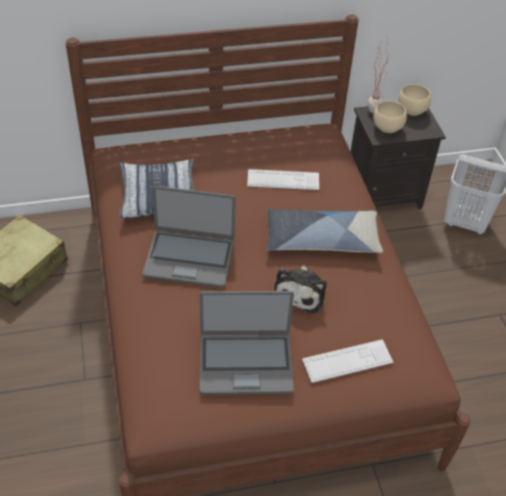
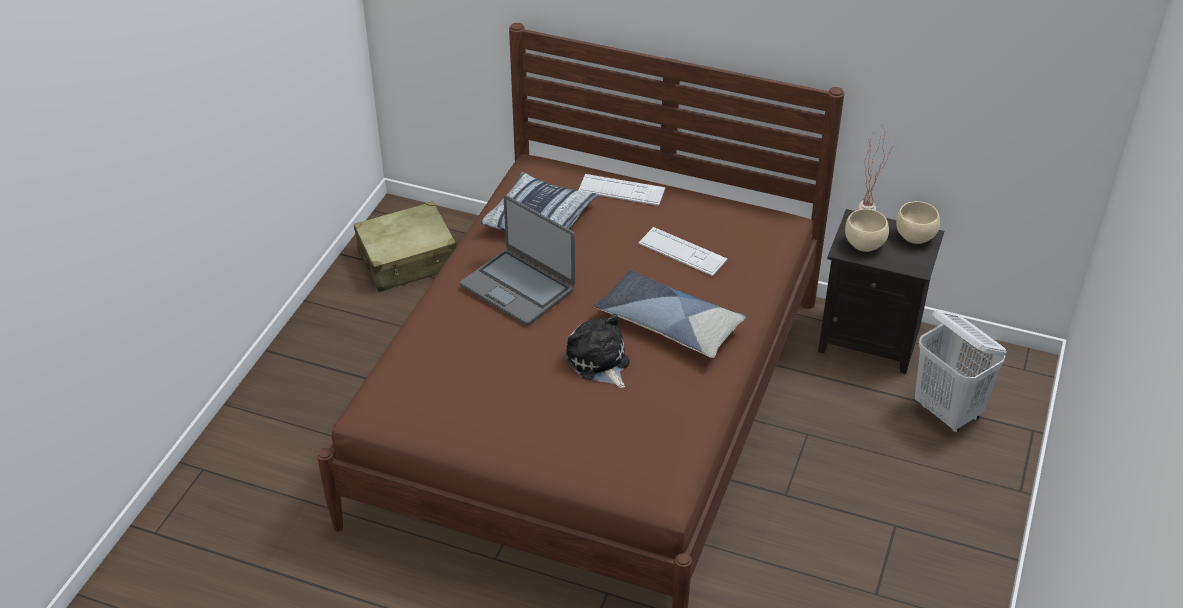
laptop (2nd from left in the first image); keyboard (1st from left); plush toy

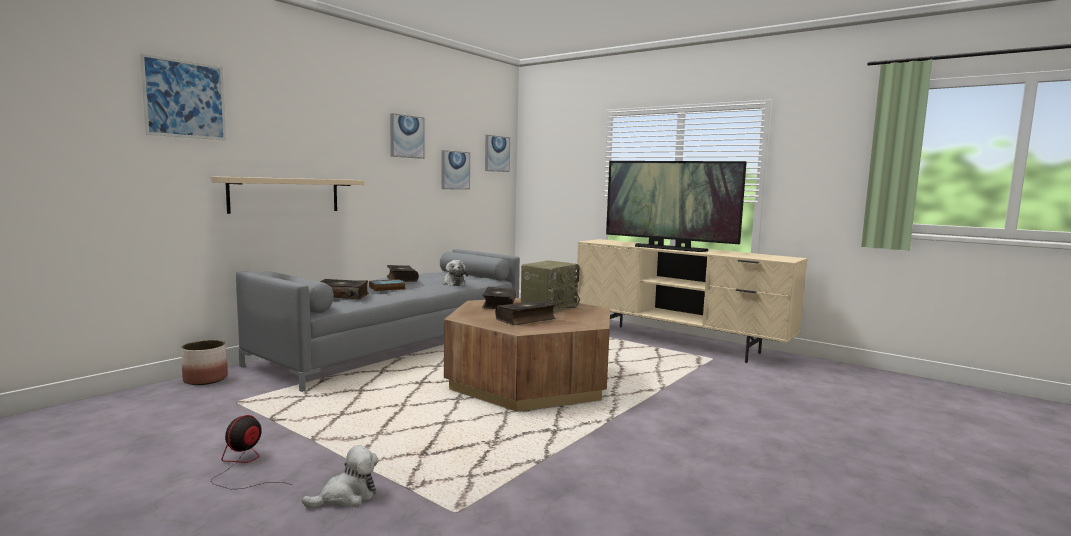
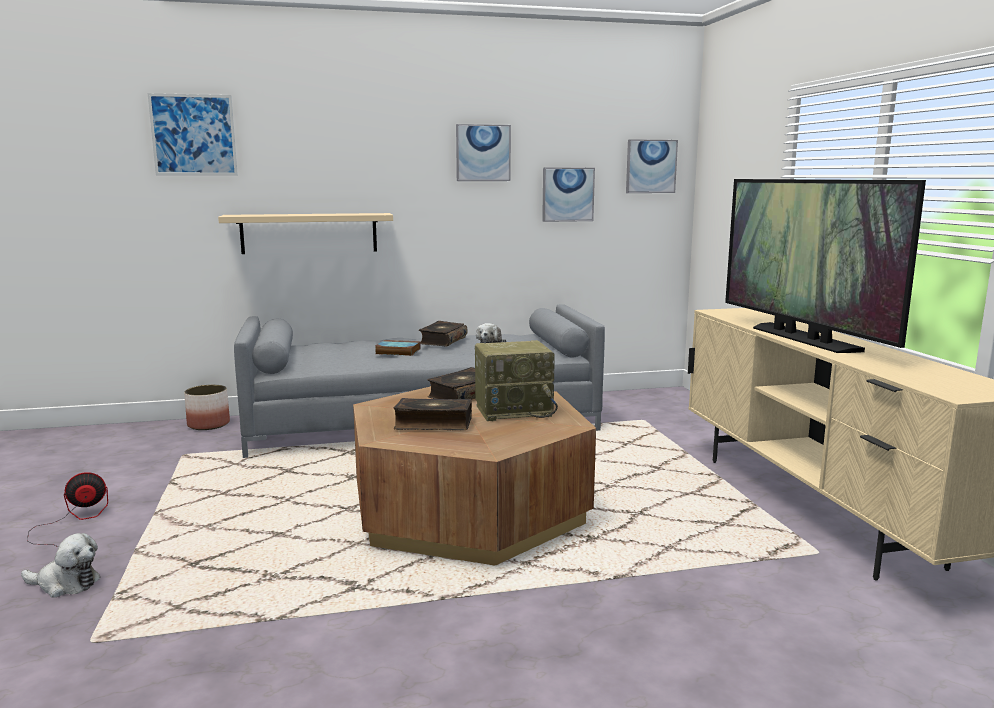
book (1st from left in the first image)

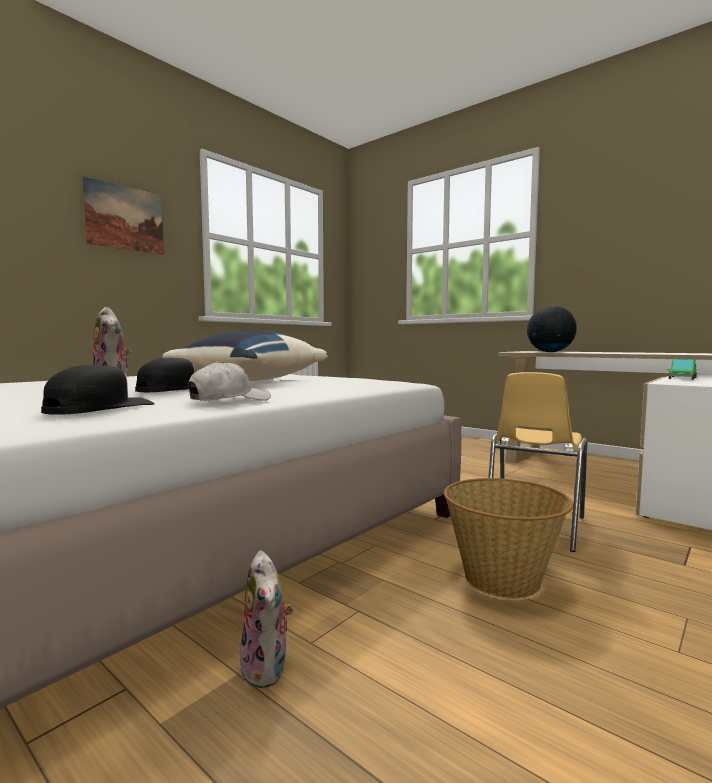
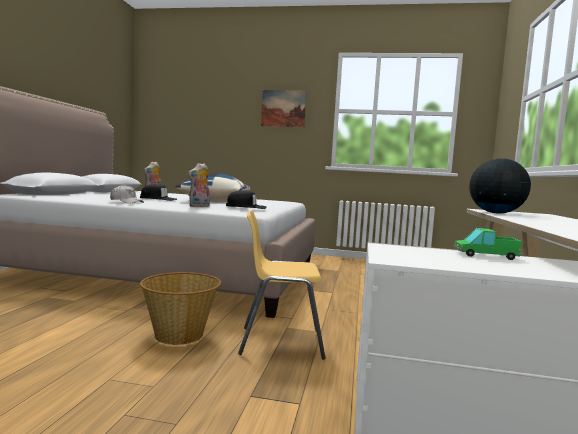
black cap (2nd from left); plush toy (2nd from left)

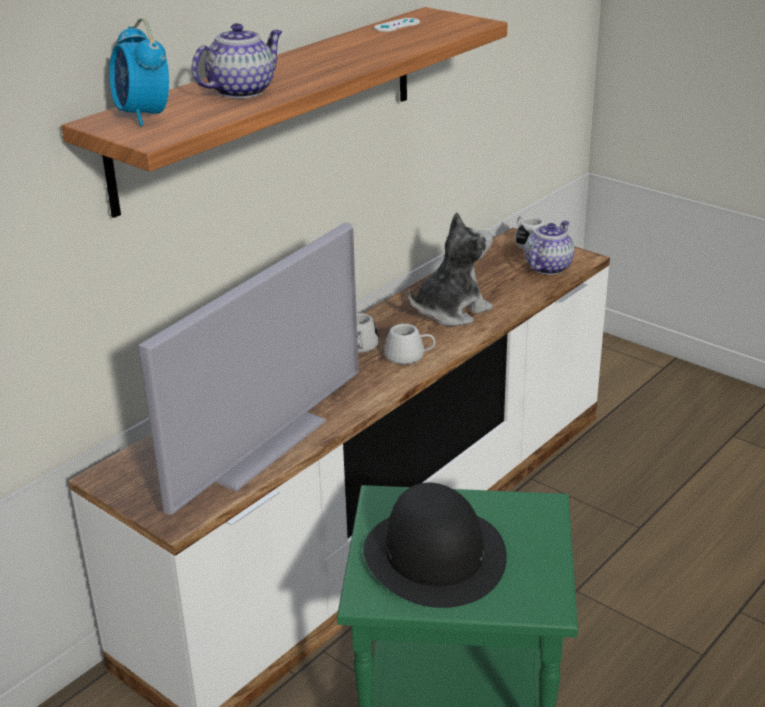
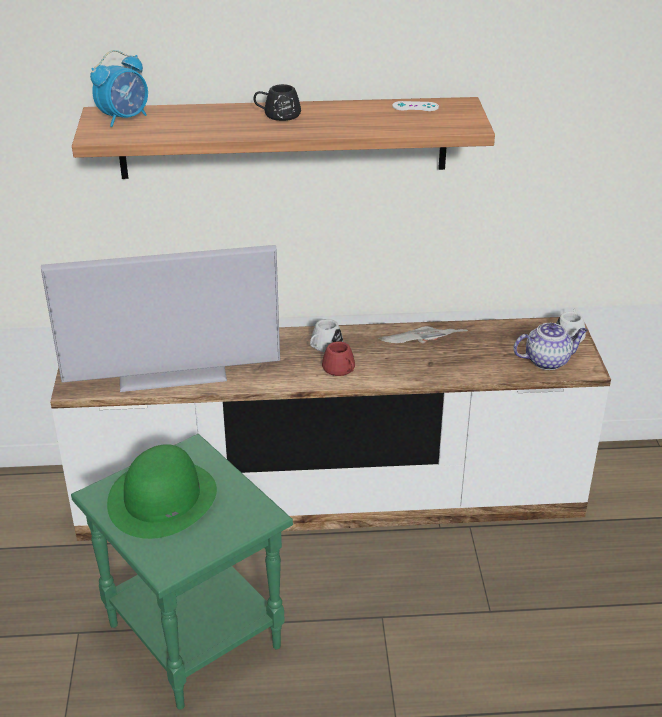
teapot (1st from left in the first image); black mug; newspaper; green hat; red mug; alarm clock

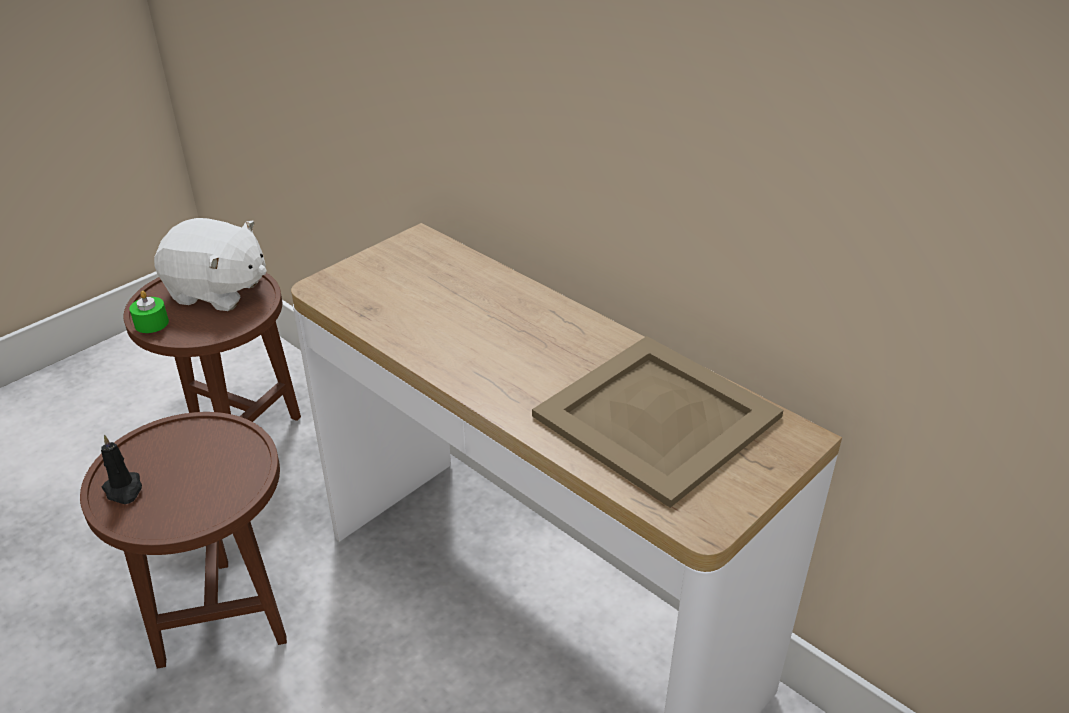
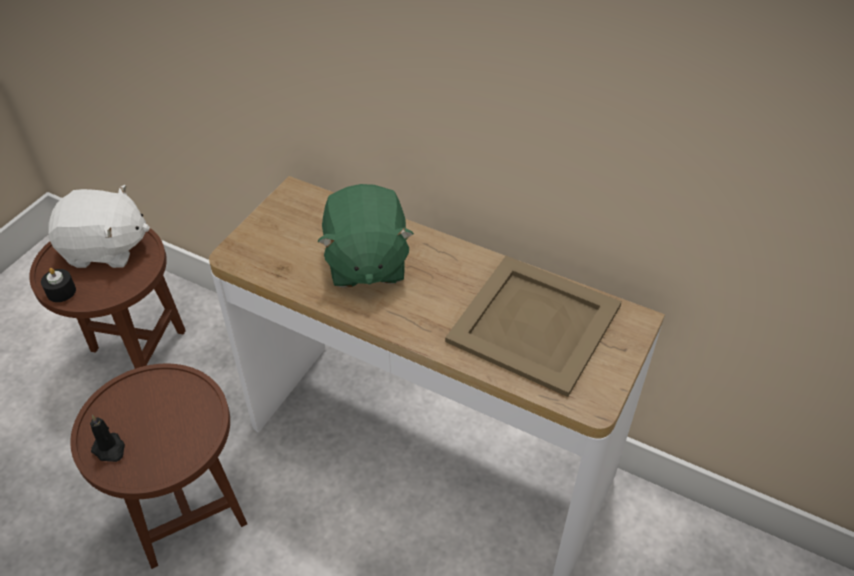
green plush toy; black candle (1st from left)

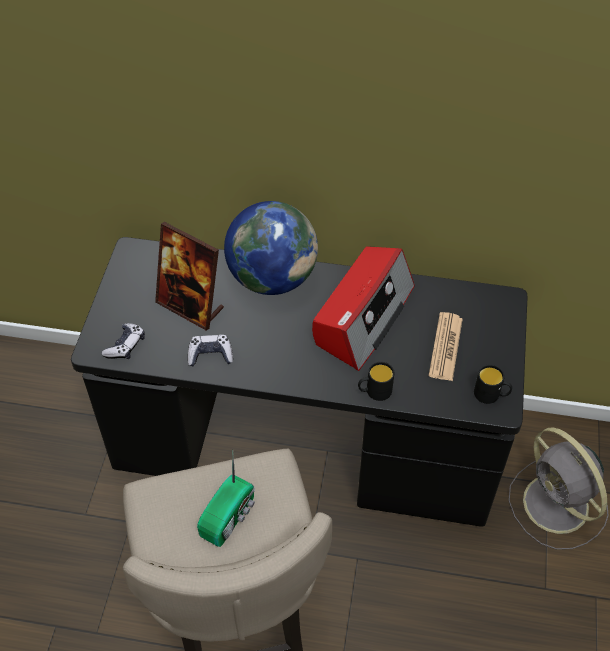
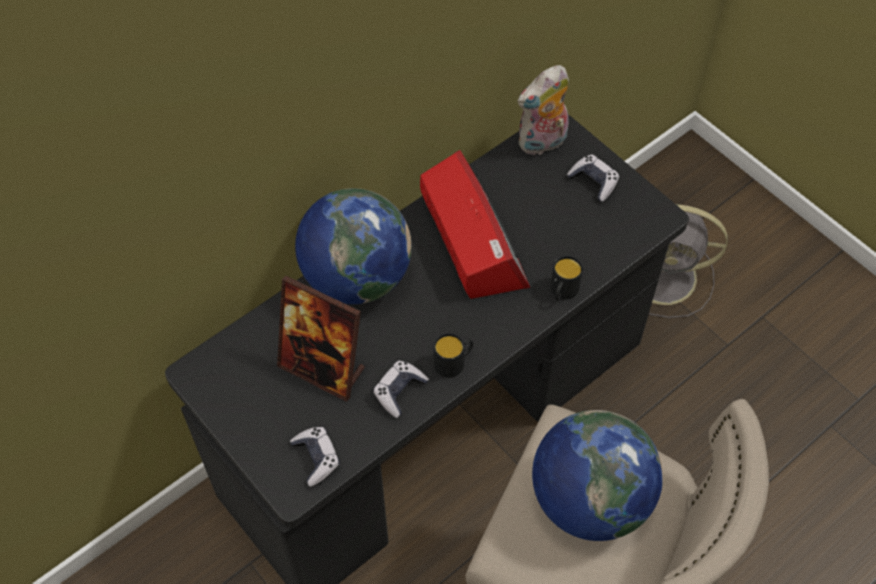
newspaper; plush toy; game controller (3rd from left); black mug (1st from left); globe (2nd from left); picture frame

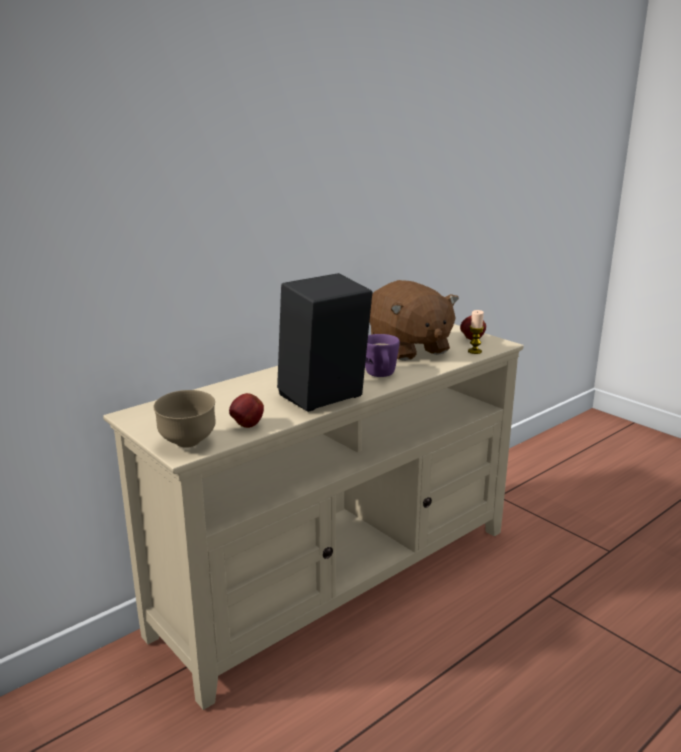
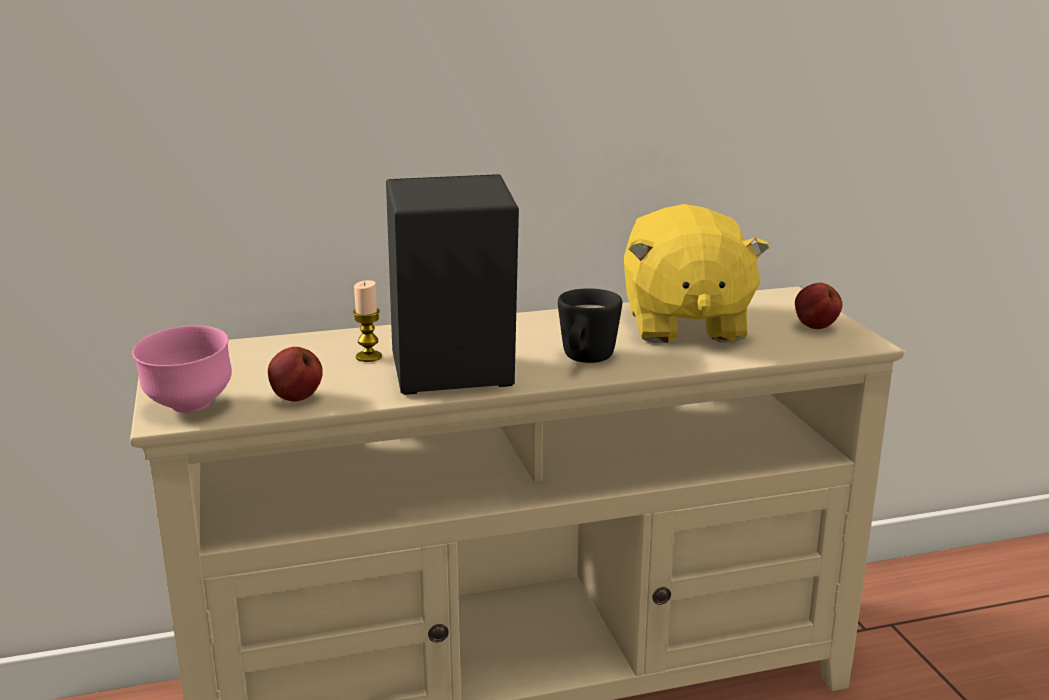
candle; pink bowl; black mug; yellow plush toy

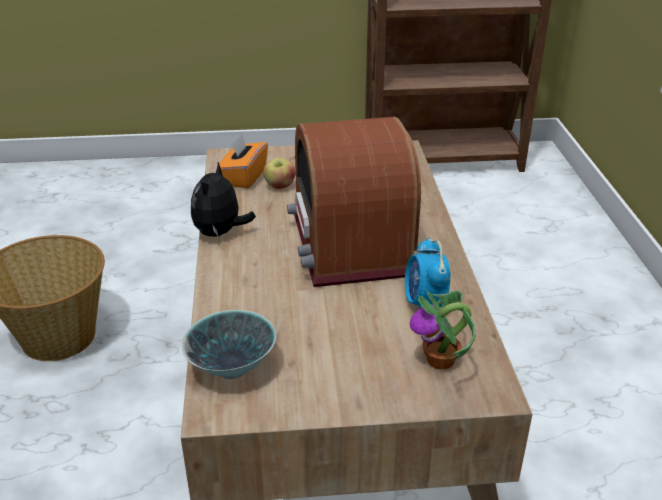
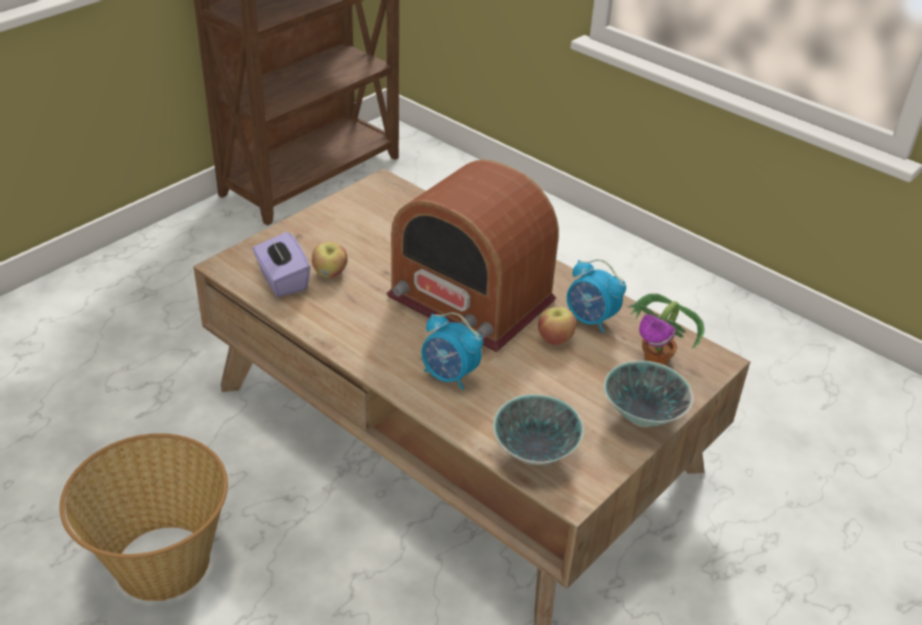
plush toy; alarm clock (1st from left); apple (2nd from left); bowl (2nd from left); purple tissue box

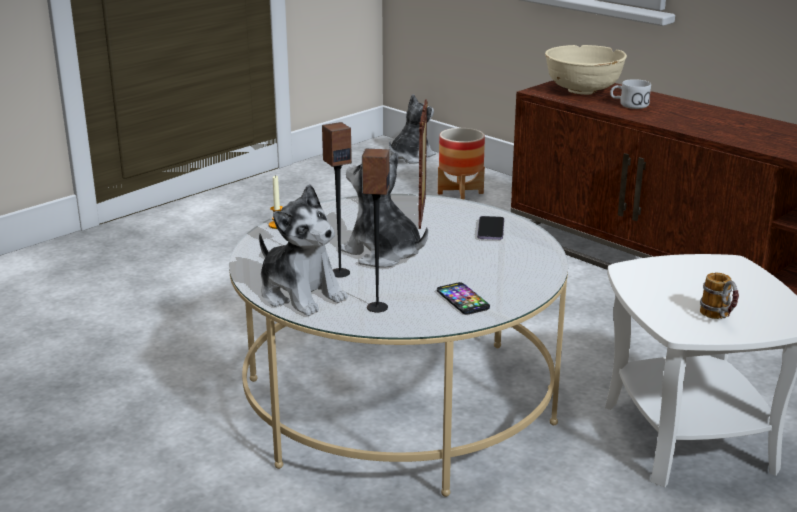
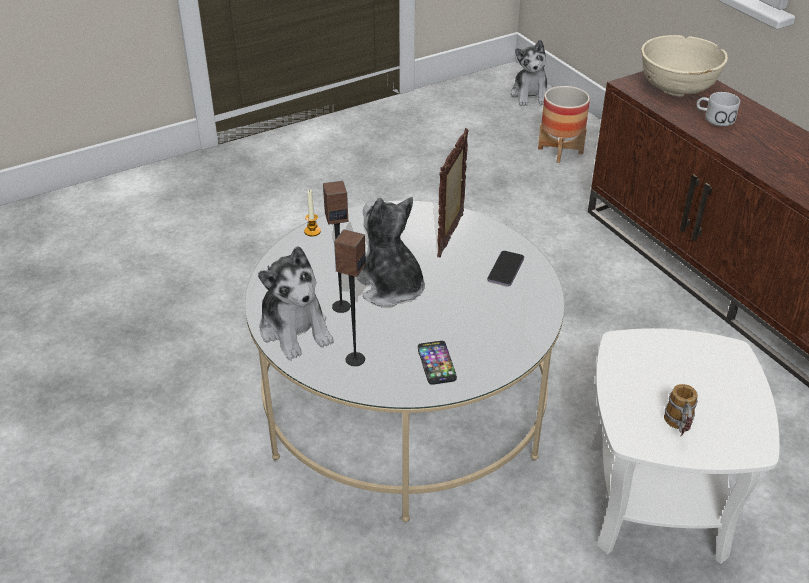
plush toy (3rd from left)

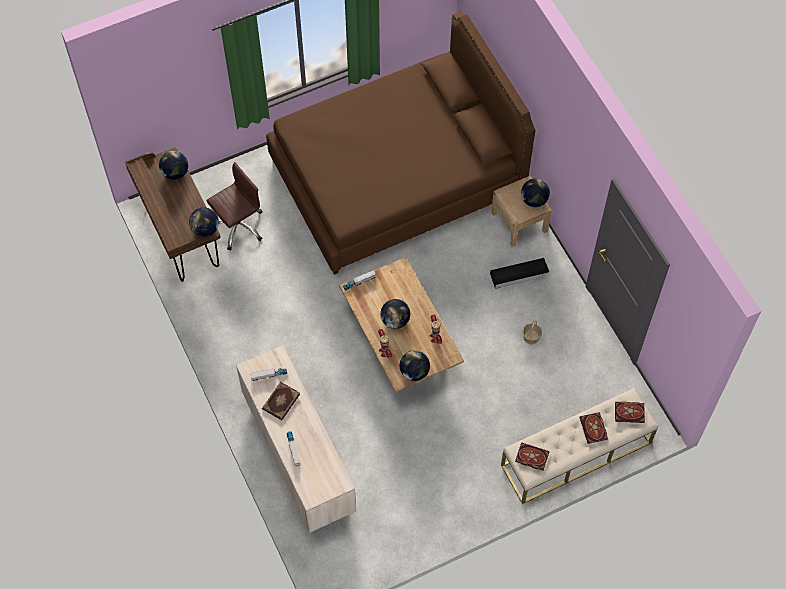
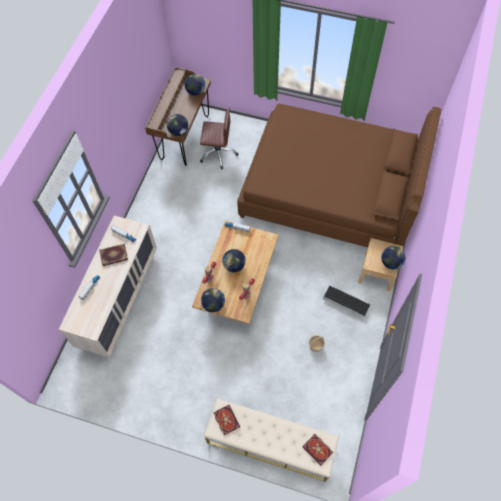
book (3rd from left in the first image)

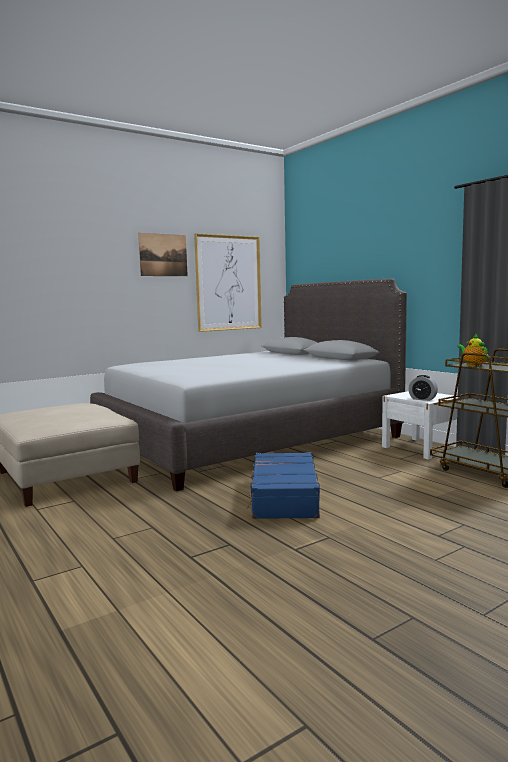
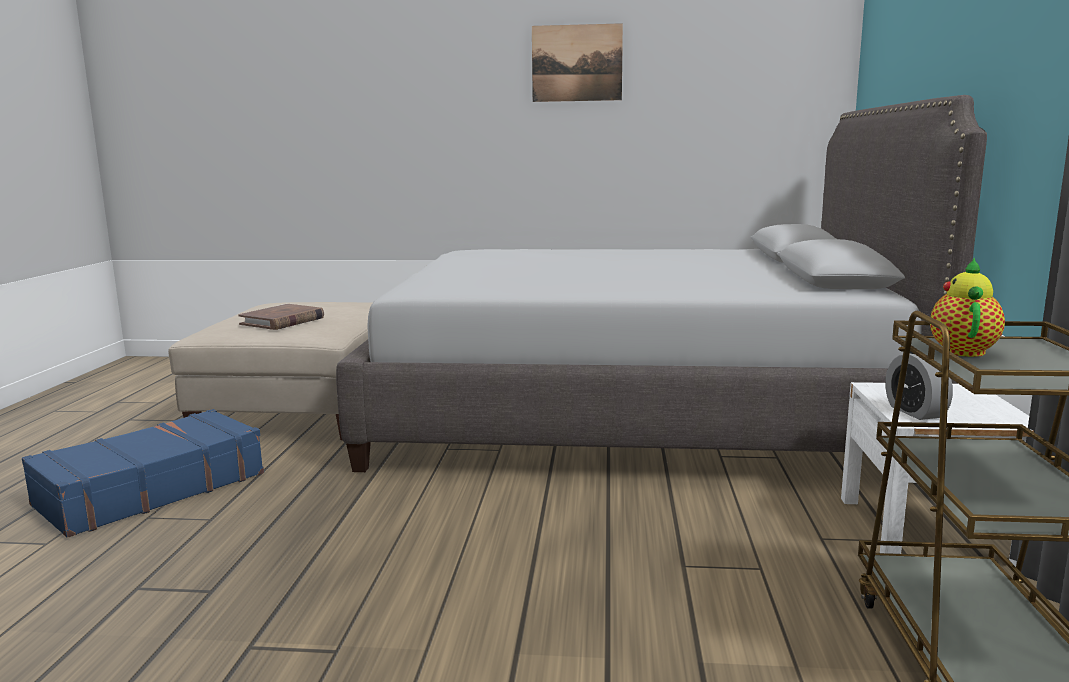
picture (2nd from left in the first image); brown book; blue suitcase

